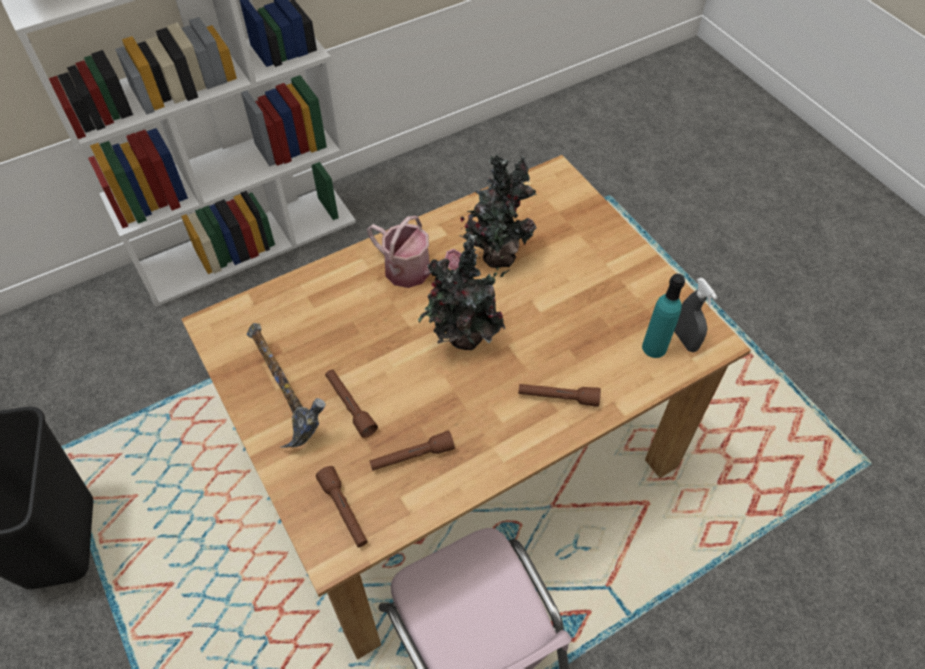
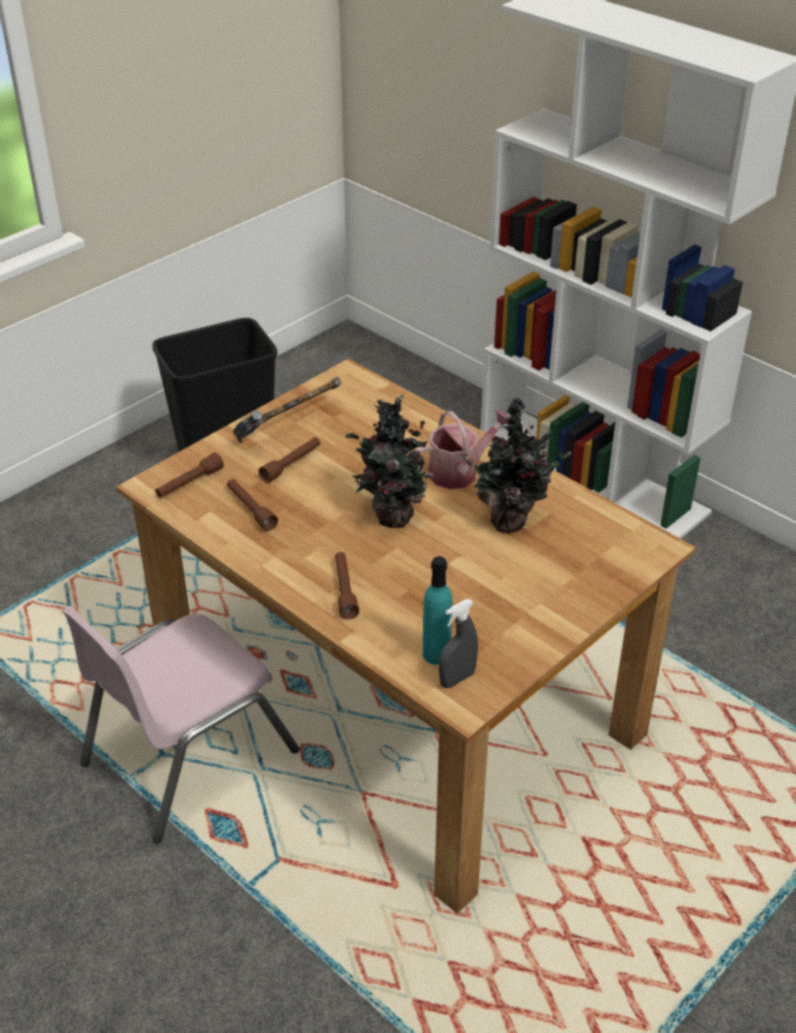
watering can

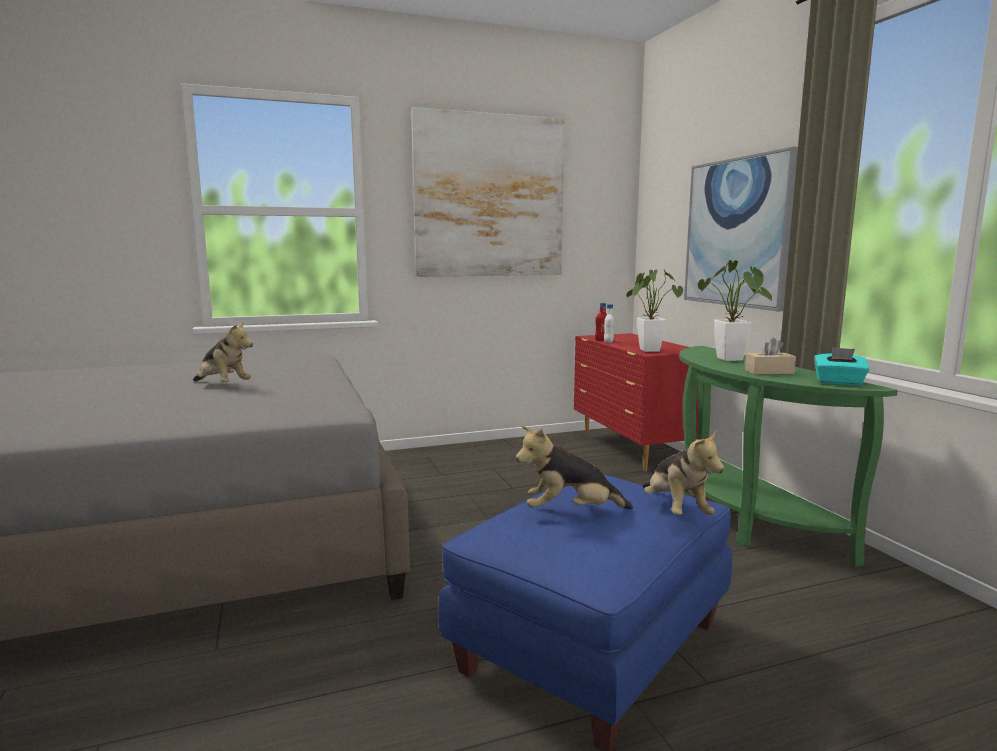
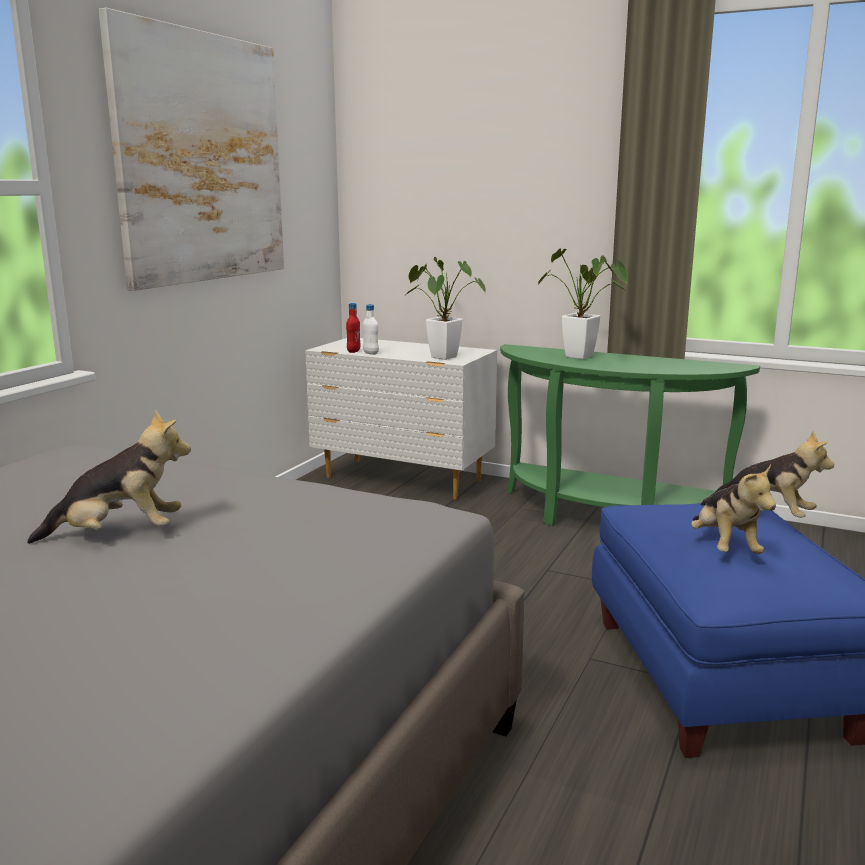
picture (2nd from left in the first image); beige tissue box; turquoise tissue box; white dresser; plush toy (2nd from left)

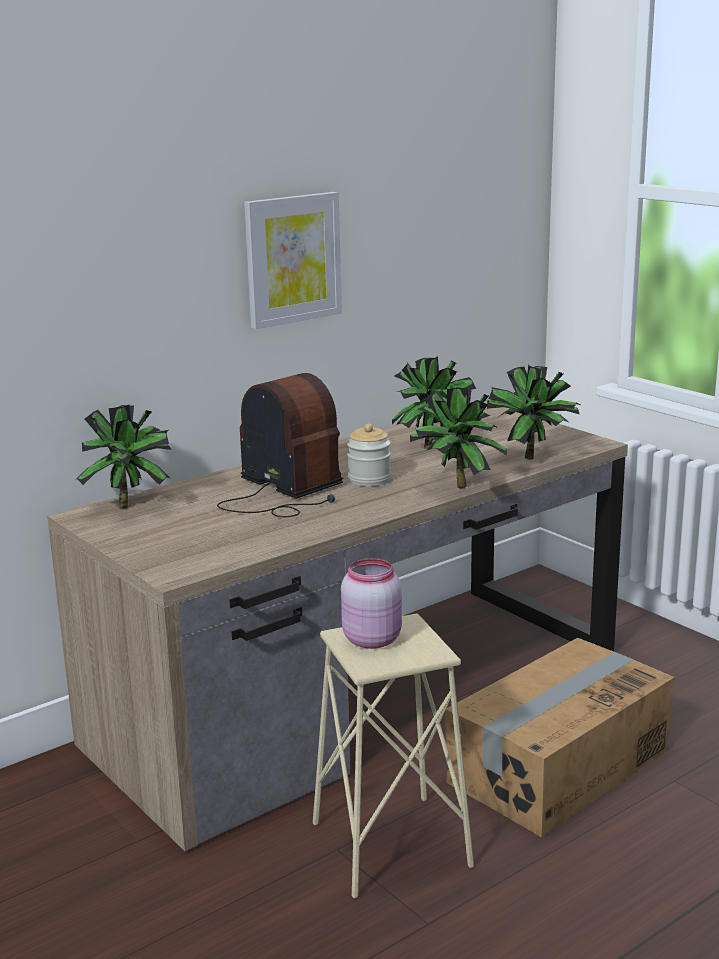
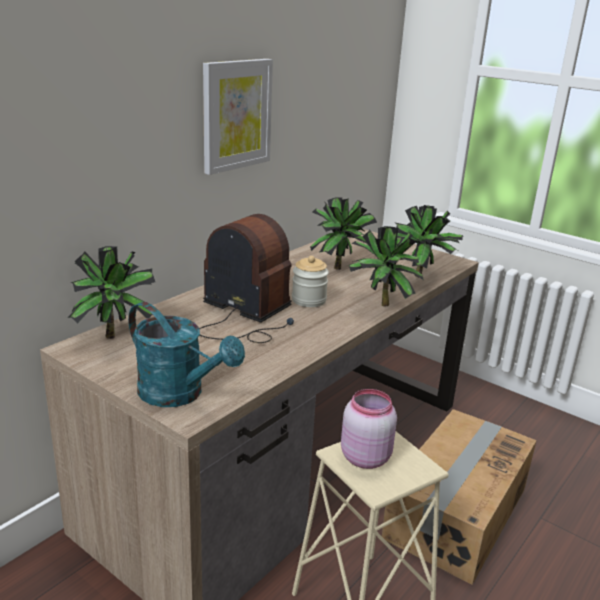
turquoise watering can

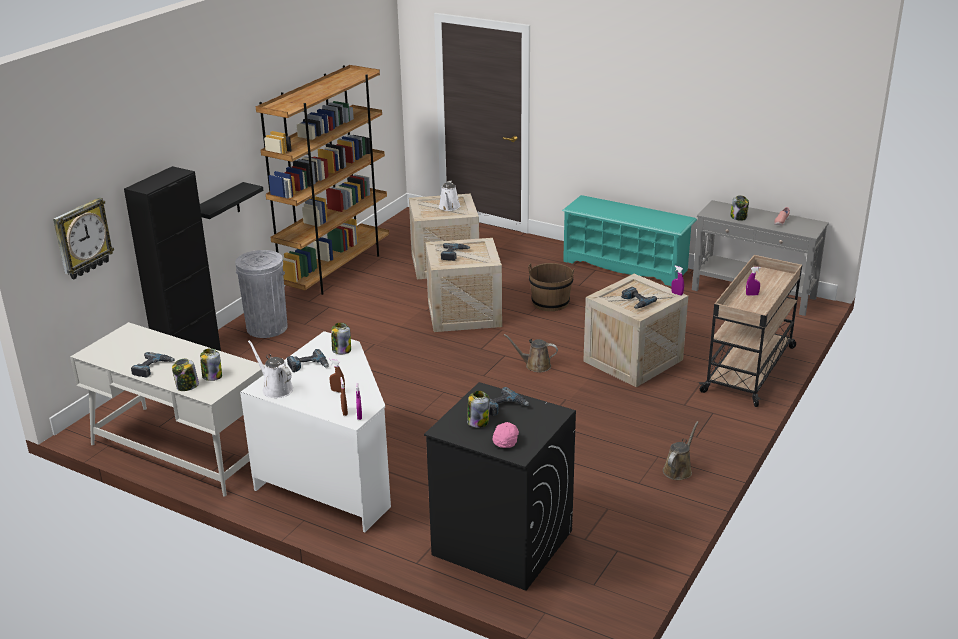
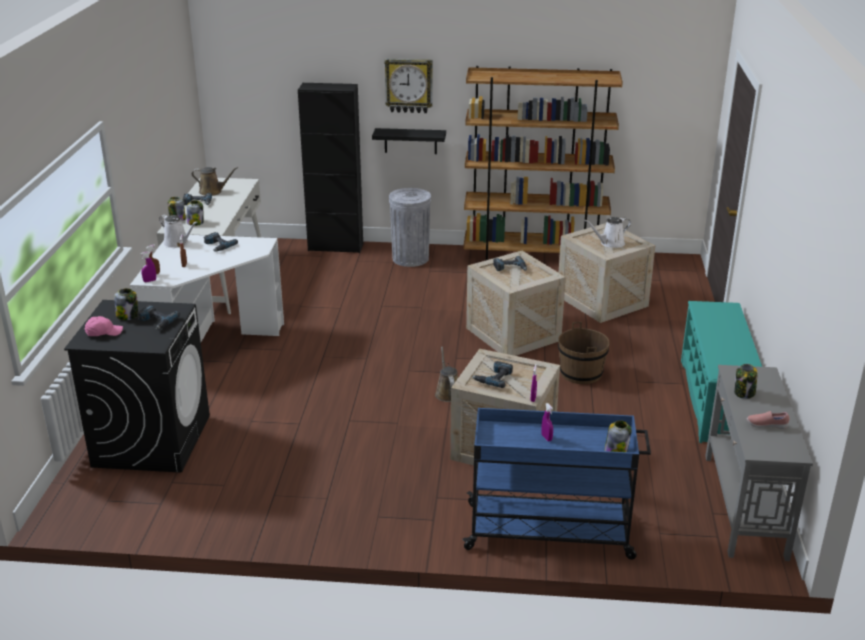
wall clock; jar (4th from left); brown watering can (1st from left); blue cart; white watering can (1st from left)

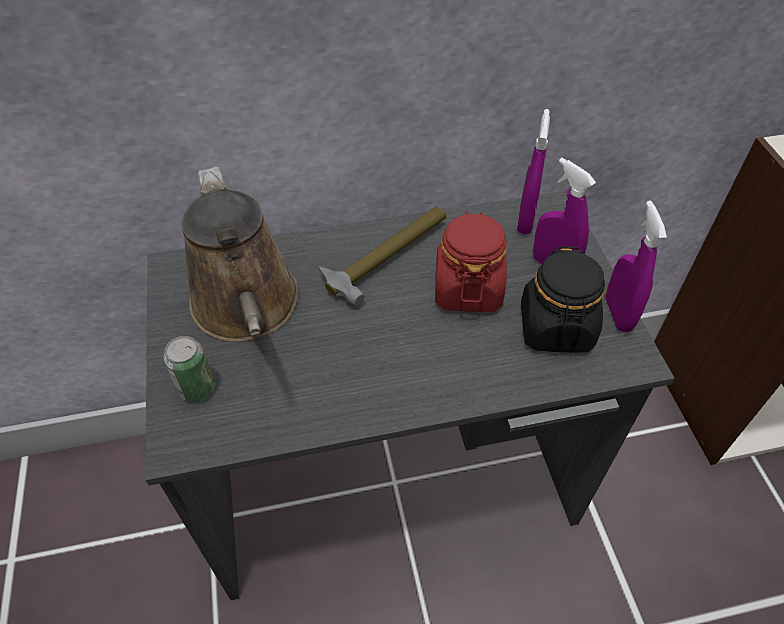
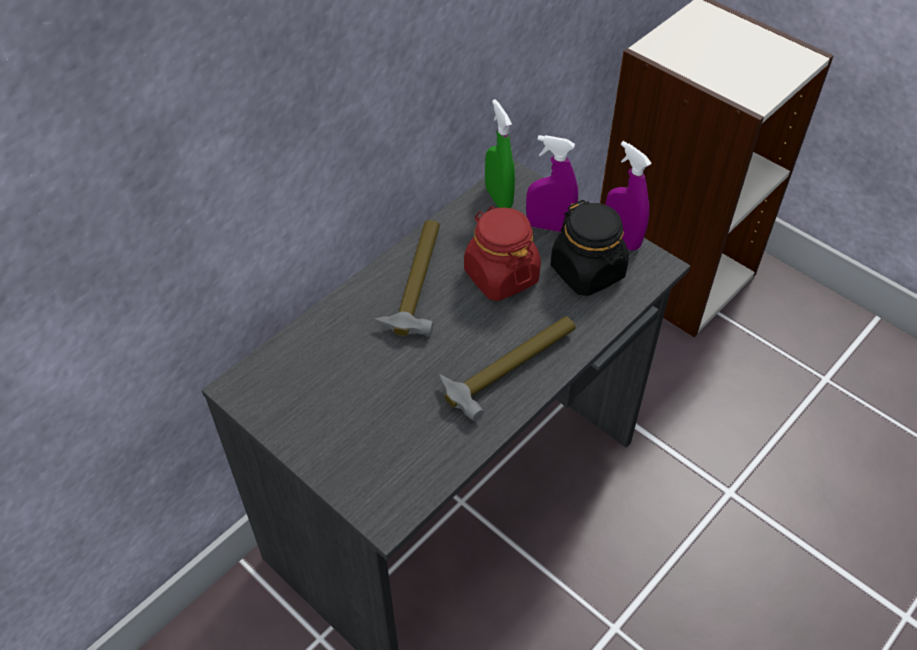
can; brown watering can; hammer (2nd from left); green spray bottle

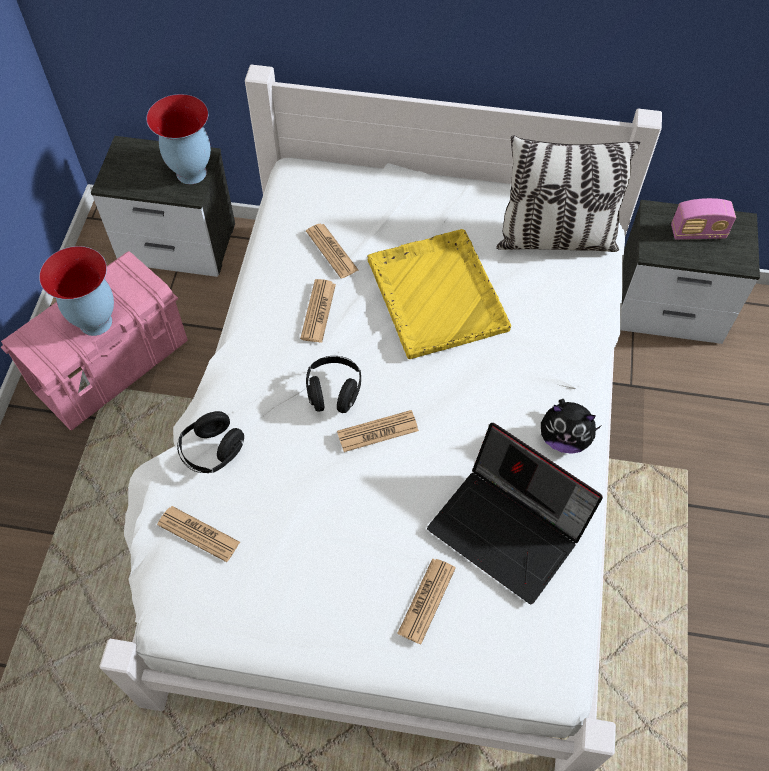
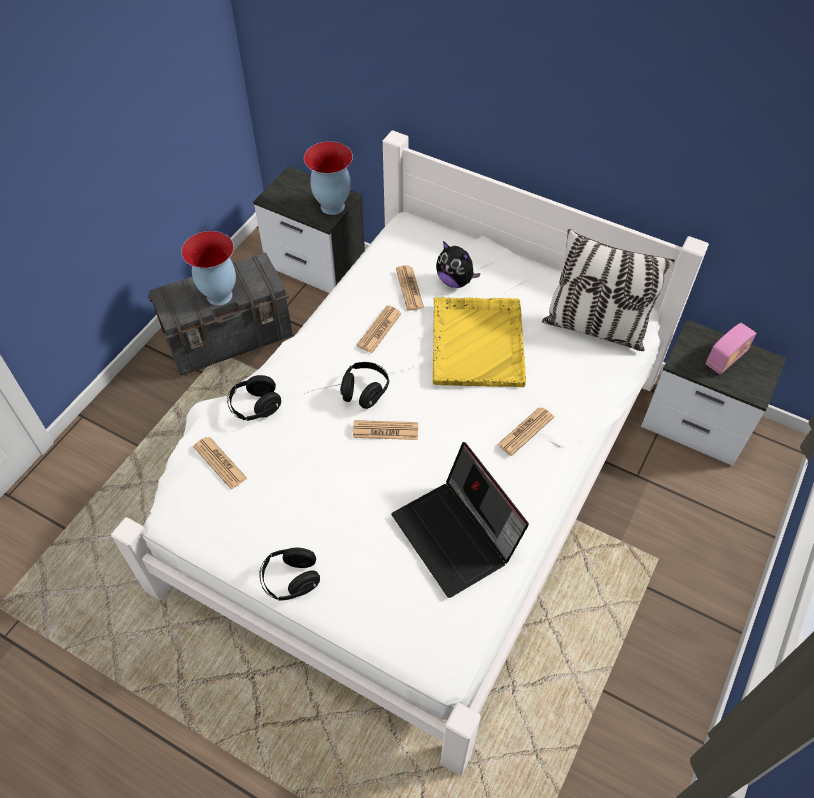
black headphones (2nd from left); newspaper (5th from left); plush toy; grey storage box; radio

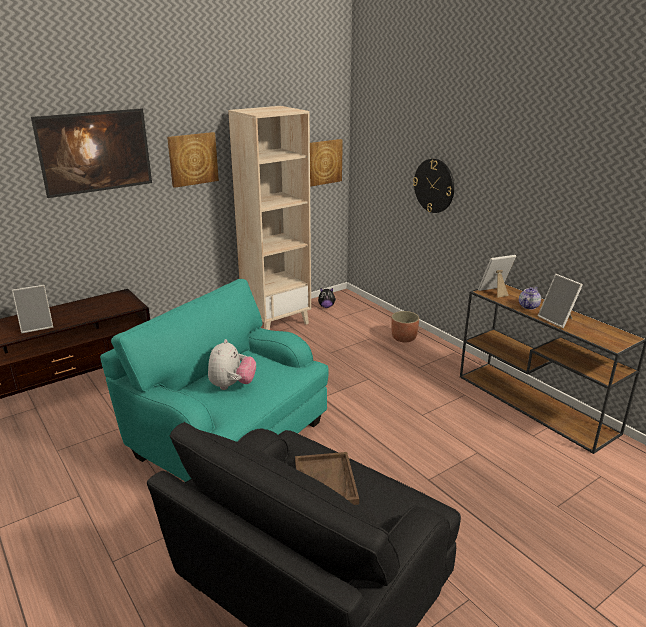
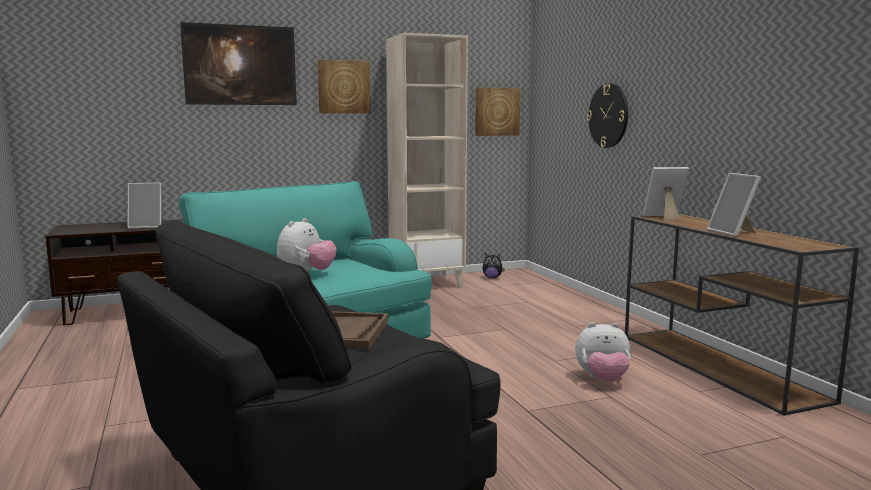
planter; teapot; plush toy (3rd from left)

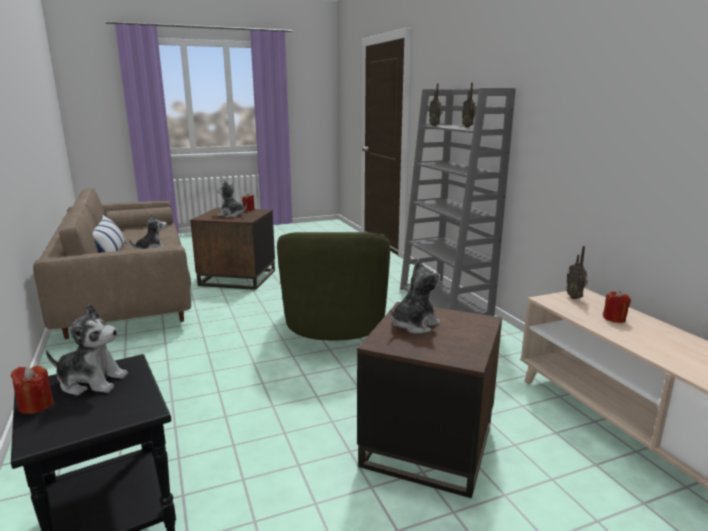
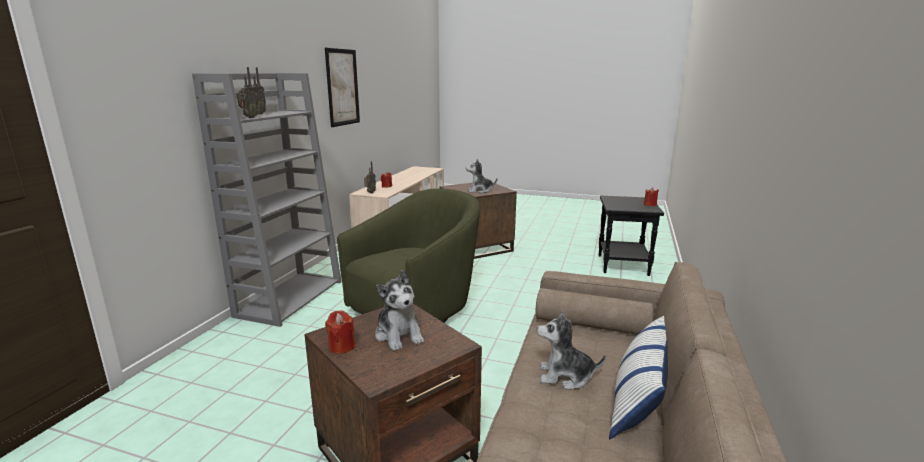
plush toy (1st from left in the first image); picture

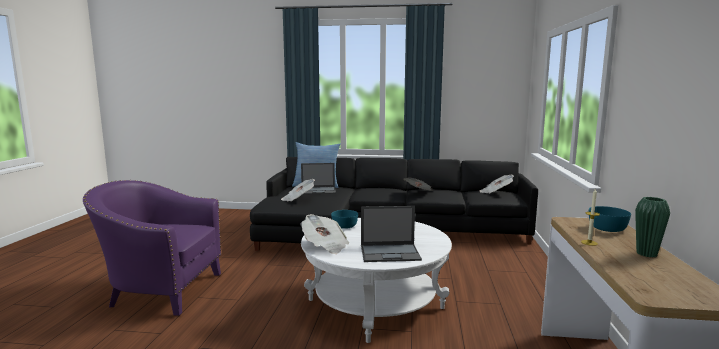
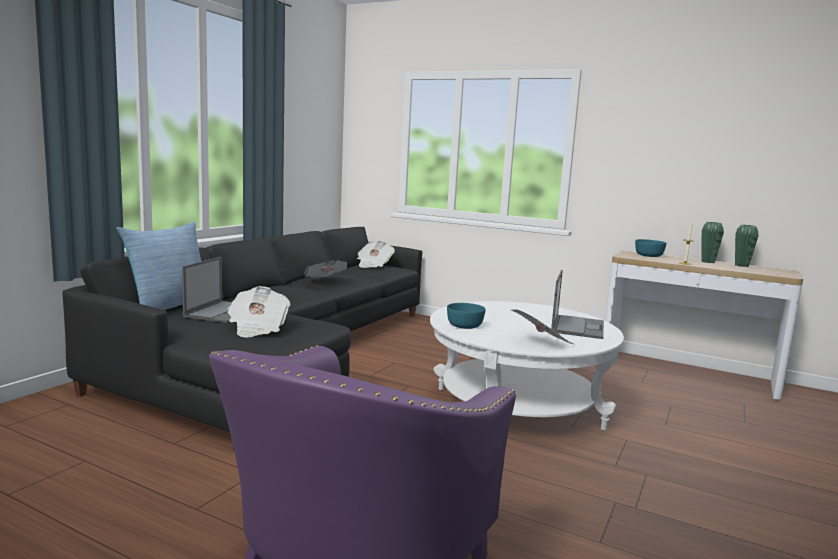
green vase (2nd from left)

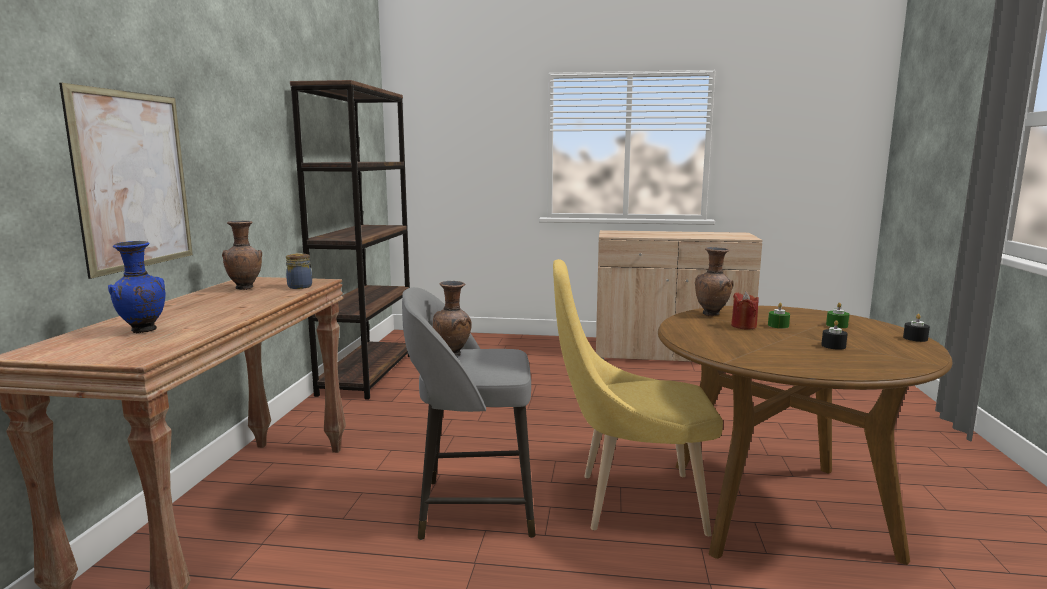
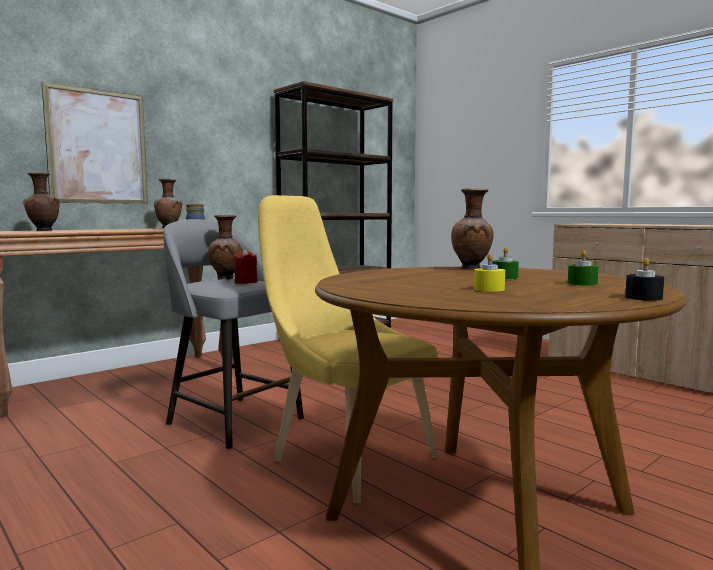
red candle; brown vase (1st from left); yellow candle

